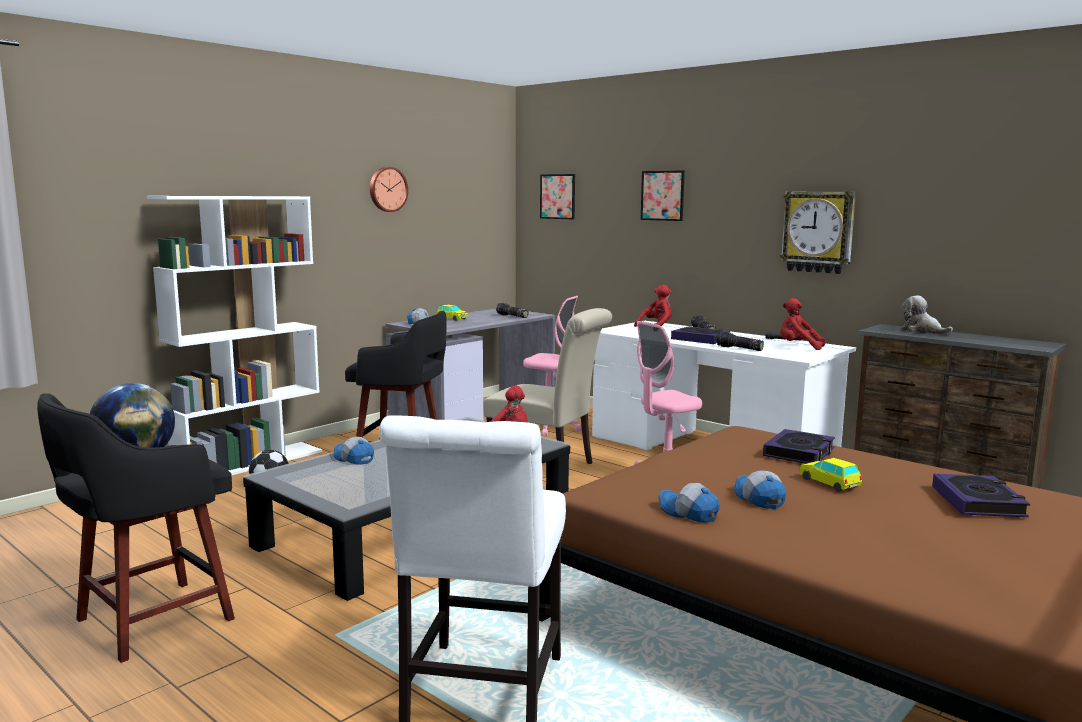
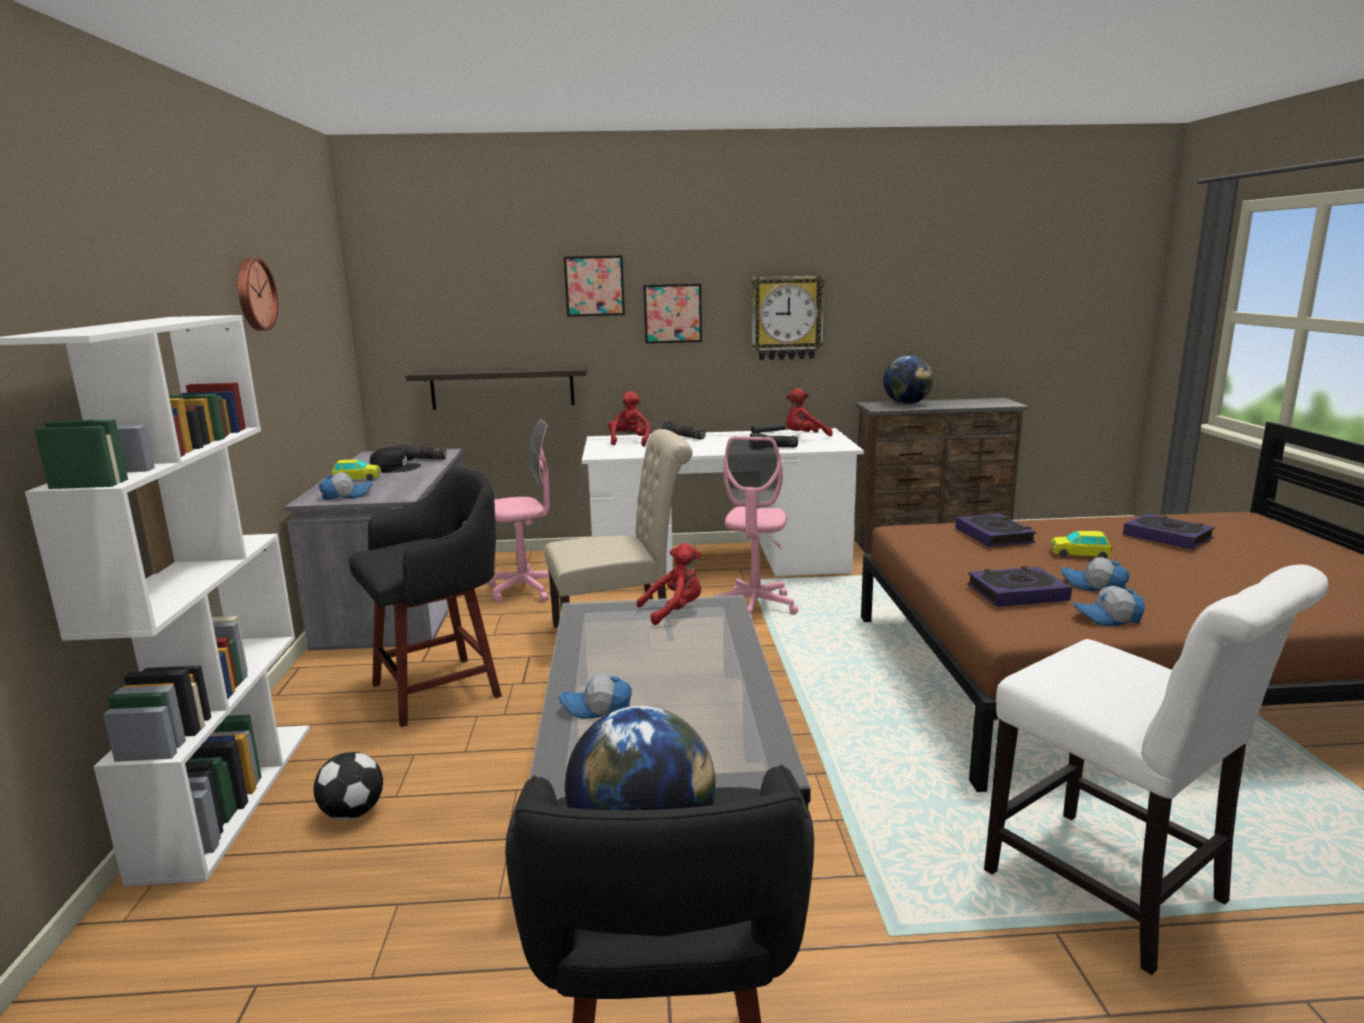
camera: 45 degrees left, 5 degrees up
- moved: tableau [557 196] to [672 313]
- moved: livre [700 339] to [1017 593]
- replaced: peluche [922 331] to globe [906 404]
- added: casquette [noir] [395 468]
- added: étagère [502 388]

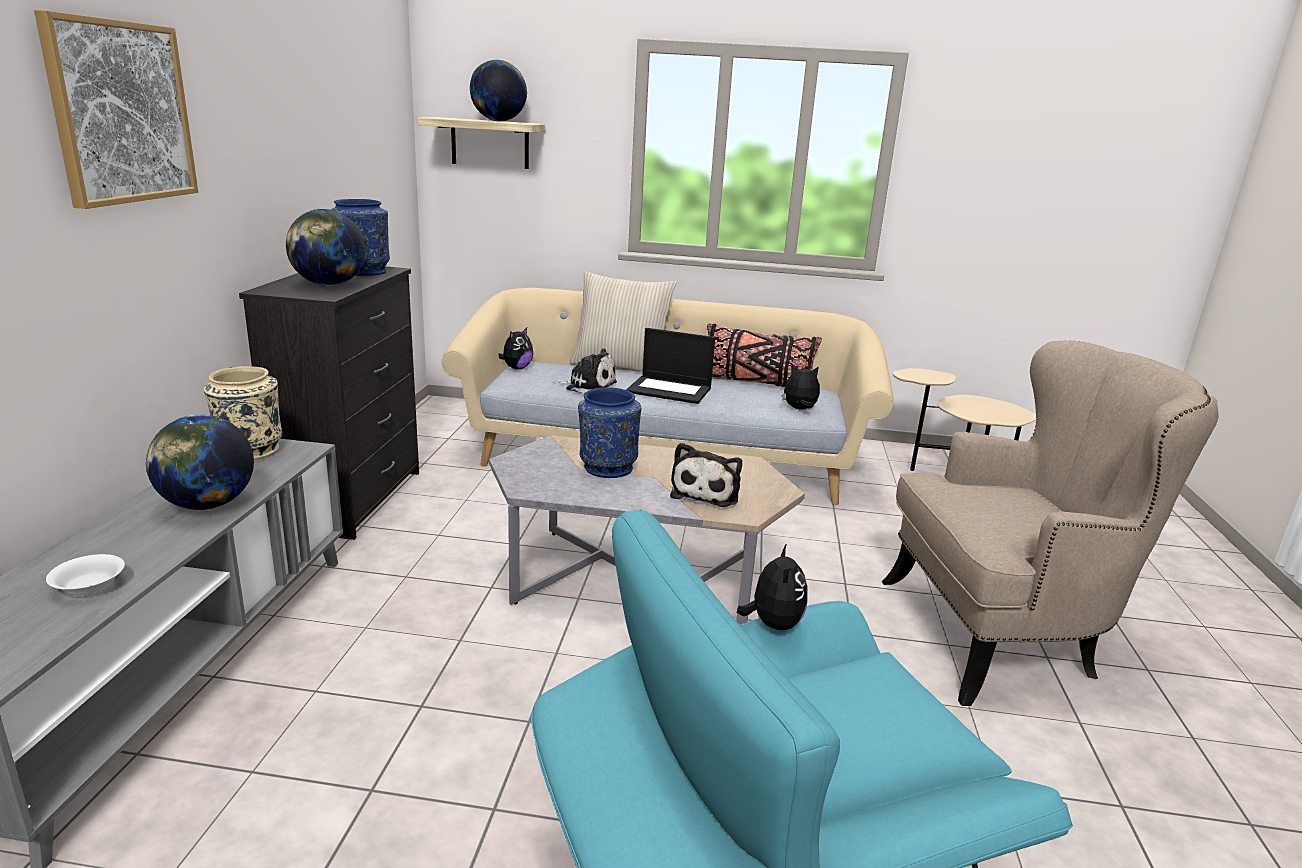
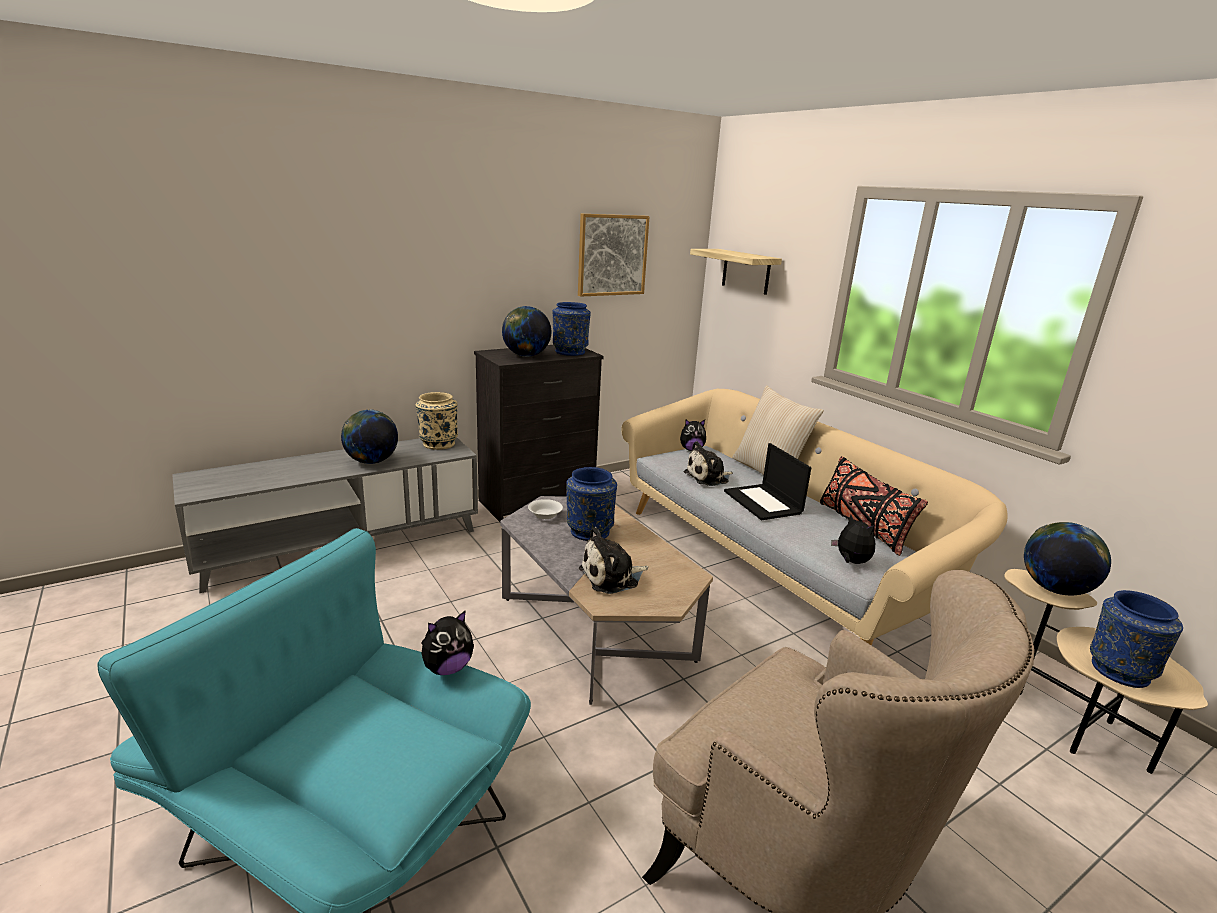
camera: 50 degrees right, 0 degrees up
- moved: tableau [121 112] to [612 255]
- moved: bol [blanc] [89 586] to [545 515]
- moved: globe [498 121] to [1055 589]
- turned: peluche [588 386] = [708 477] 90 degrees clockwise
- added: vase [bleu] [1118 670]

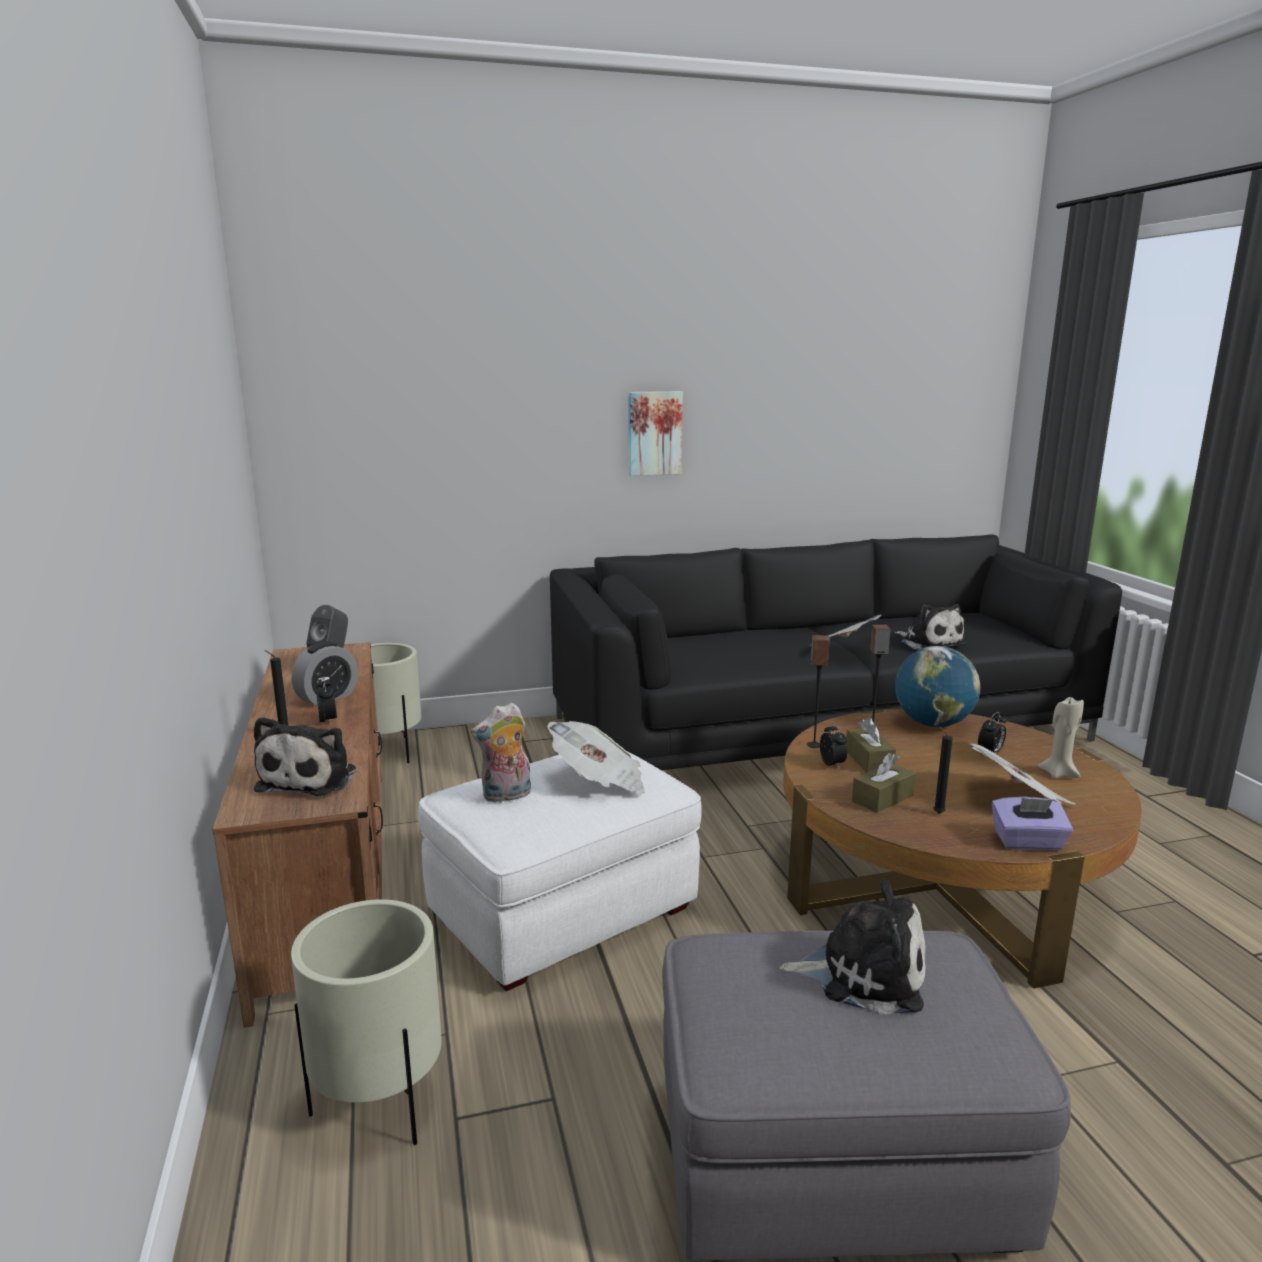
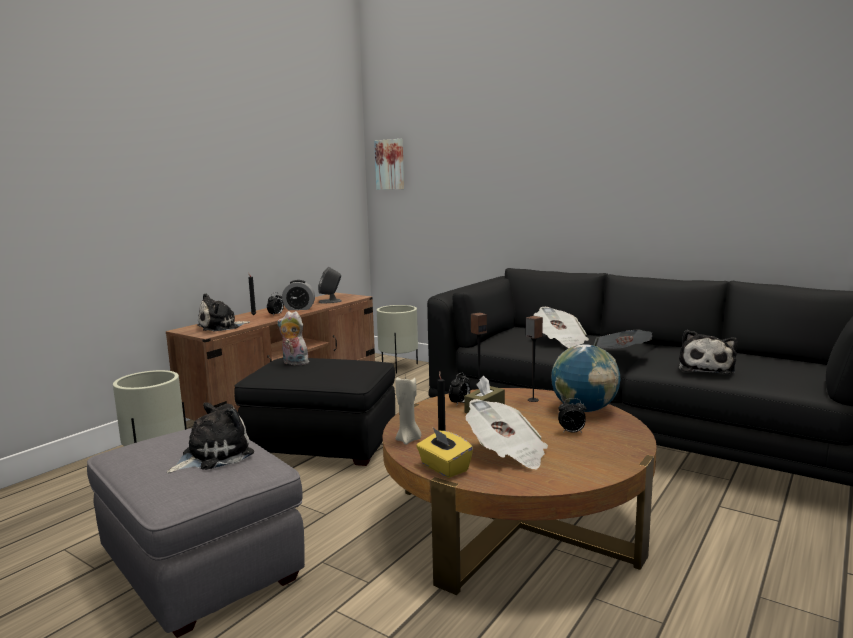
camera: 50 degrees right, 5 degrees down
- recoloured: pouf [blanc] [564 912] to pouf [noir] [323 444]
- moved: journal [599 781] to [560 341]
- moved: tableau [654 433] to [390 164]
- turned: peluche [863 973] = [213 455] 105 degrees counterclockwise
- removed: boîte à mouchoirs [marron] [882 798]
- recoloured: boîte à mouchoirs [violet] [1028 842] to boîte à mouchoirs [jaune] [444 468]
- moved: bougie [beige] [1058 774] to [408 440]

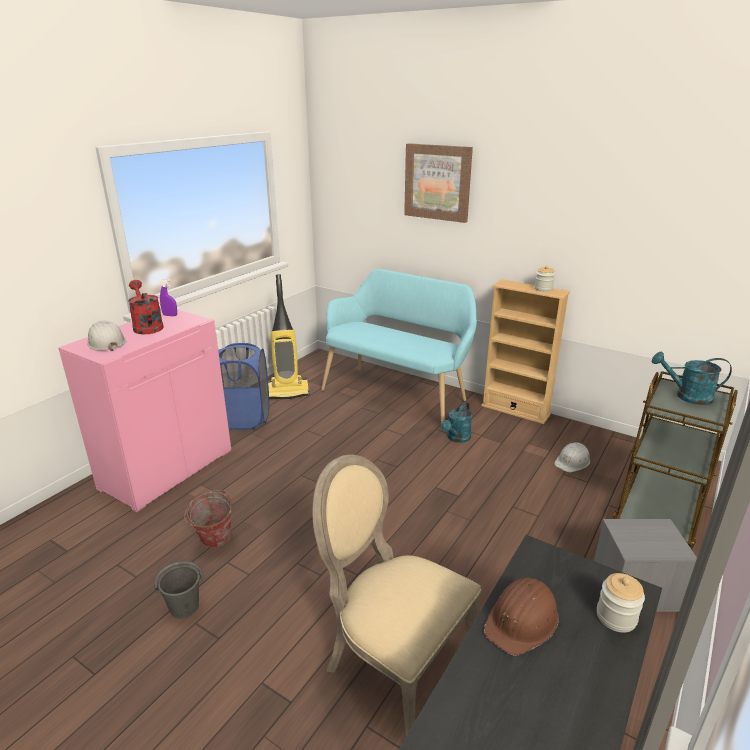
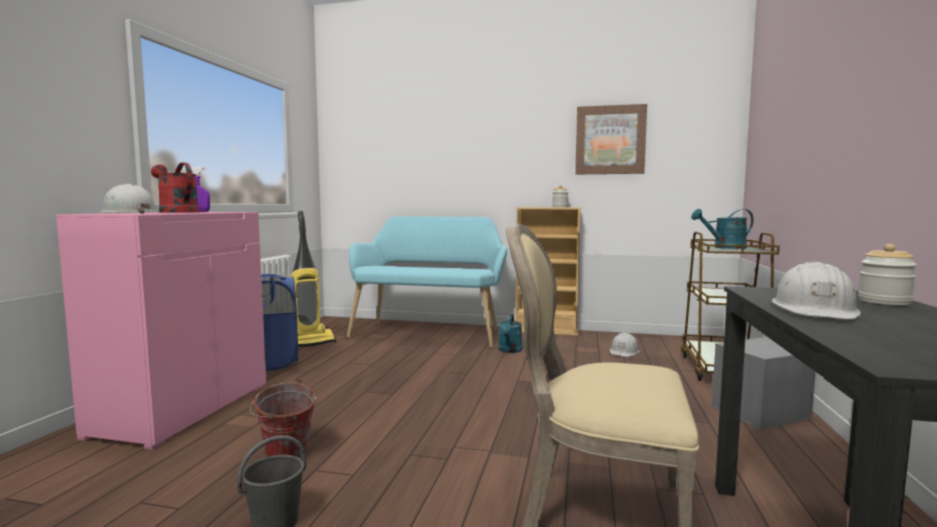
camera: 20 degrees left, 20 degrees down
- moved: tableau [437 182] to [610 140]
- recoloured: casque de chantier [marron] [522 620] to casque de chantier [blanc] [815 310]

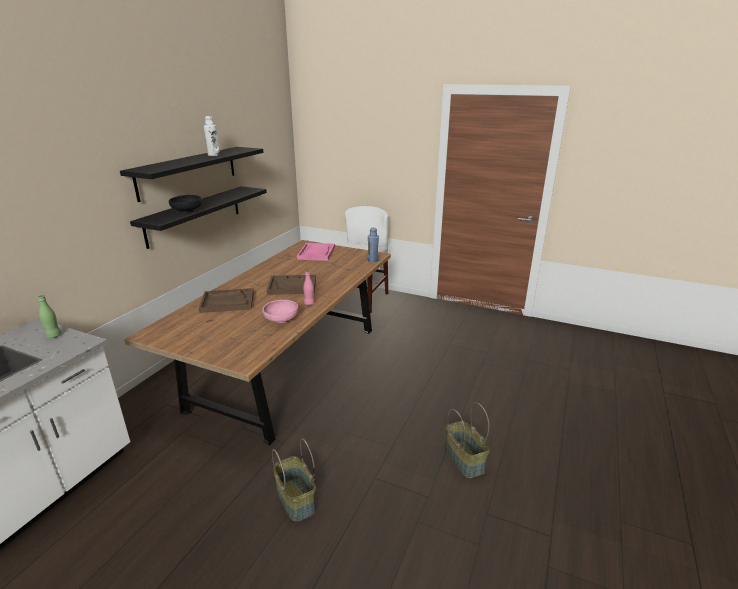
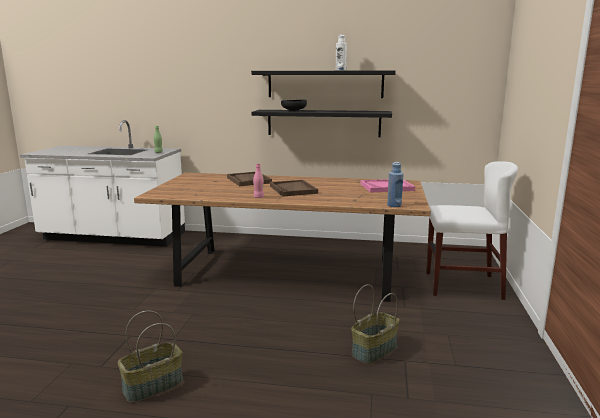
camera: 75 degrees right, 10 degrees down
- removed: bol [rose] [281 319]
- moved: panier [295 499] to [374 350]

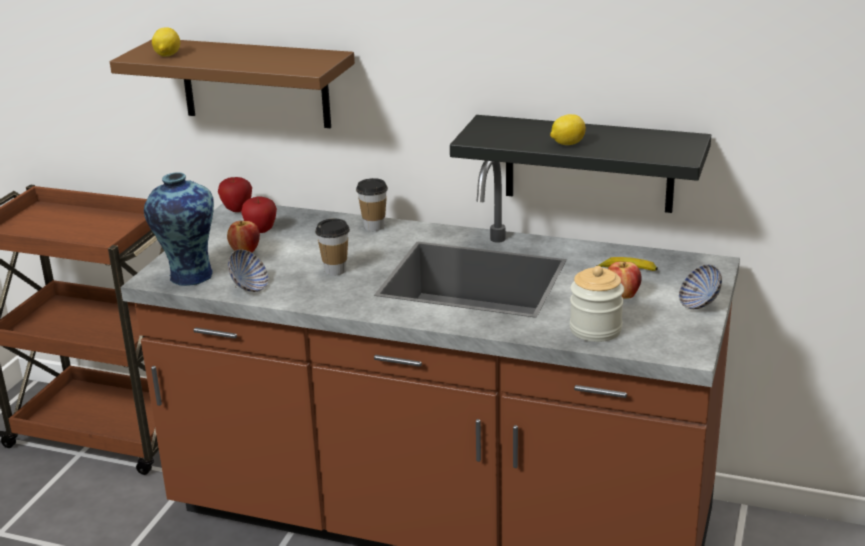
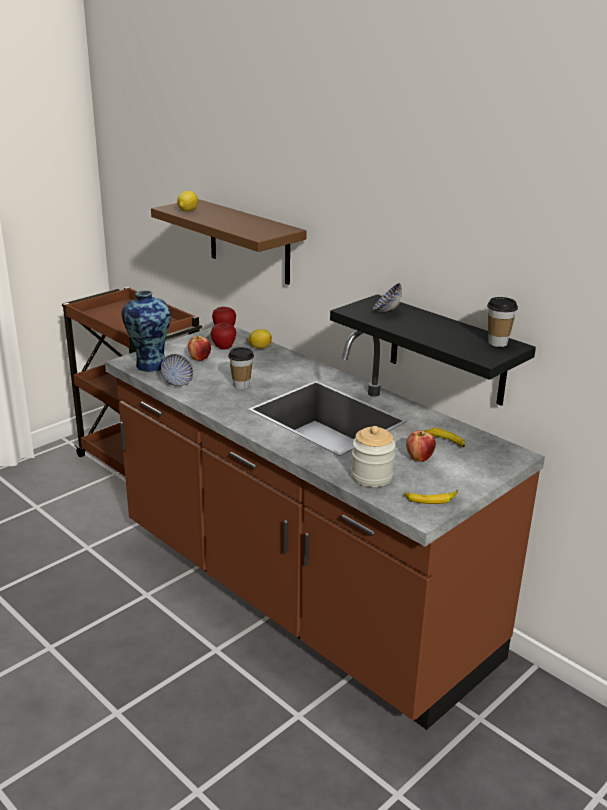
camera: 25 degrees right, 0 degrees up
- moved: tasse [374 226] to [497 343]
- moved: citron [567 144] to [259 347]
- moved: bol [699 304] to [386 311]
- added: banane [430 499]

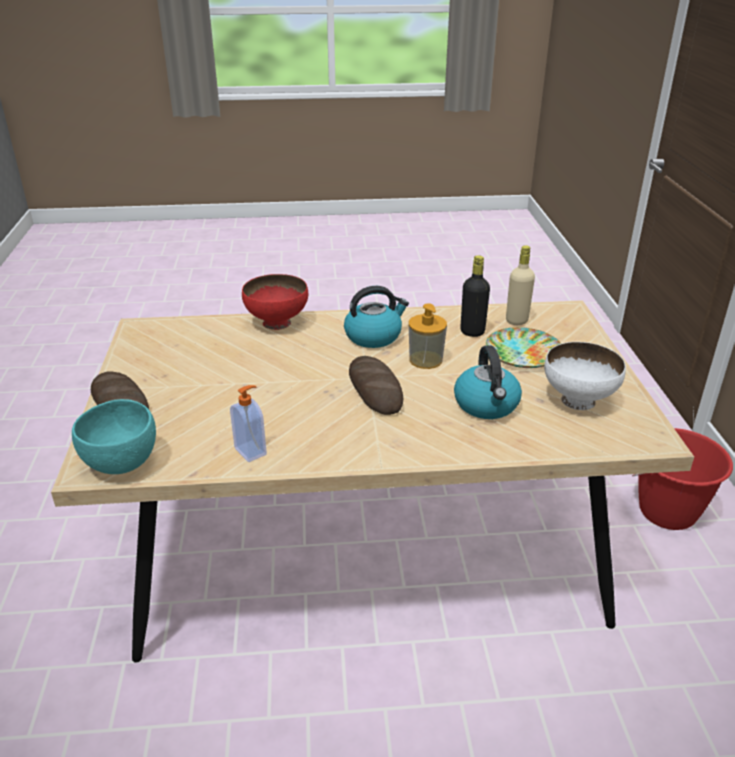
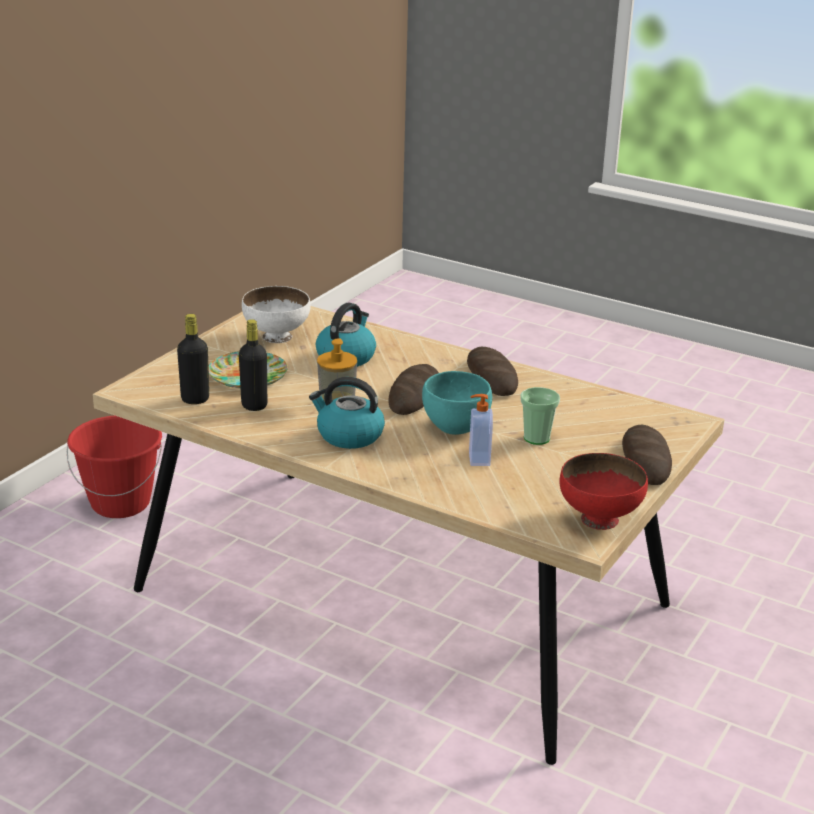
camera: 145 degrees left, 5 degrees down
- moved: bol [turquoise] [121 463] to [455 427]
- moved: distributeur de savon [251 451] to [478 459]
- moved: bol [rouge] [277 323] to [600 519]
- recoloured: bouteille [beige] [516 320] to bouteille [noir] [195 399]
- added: pain [491 377]
- added: tasse [536 438]

